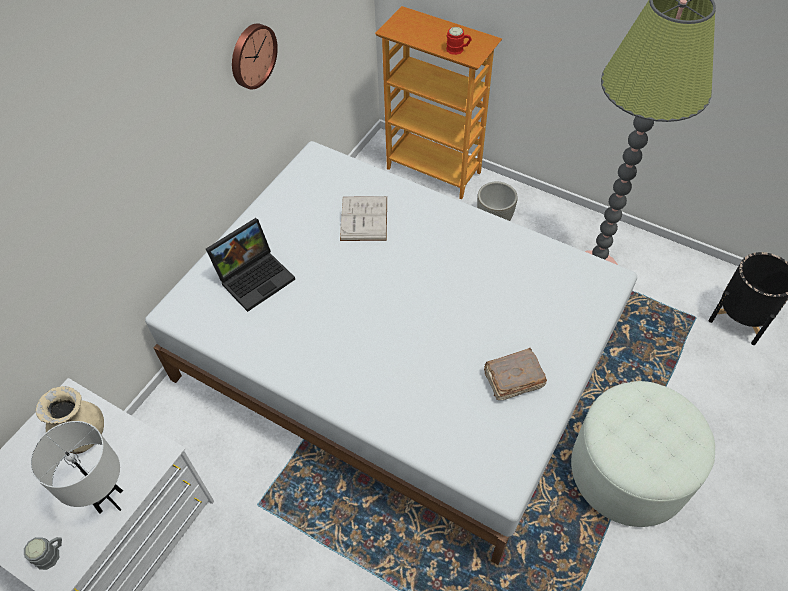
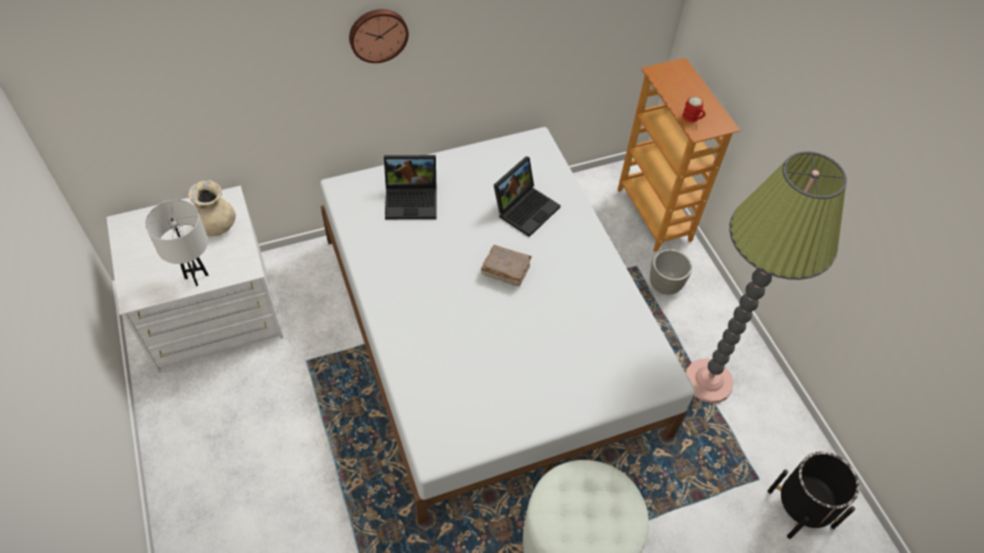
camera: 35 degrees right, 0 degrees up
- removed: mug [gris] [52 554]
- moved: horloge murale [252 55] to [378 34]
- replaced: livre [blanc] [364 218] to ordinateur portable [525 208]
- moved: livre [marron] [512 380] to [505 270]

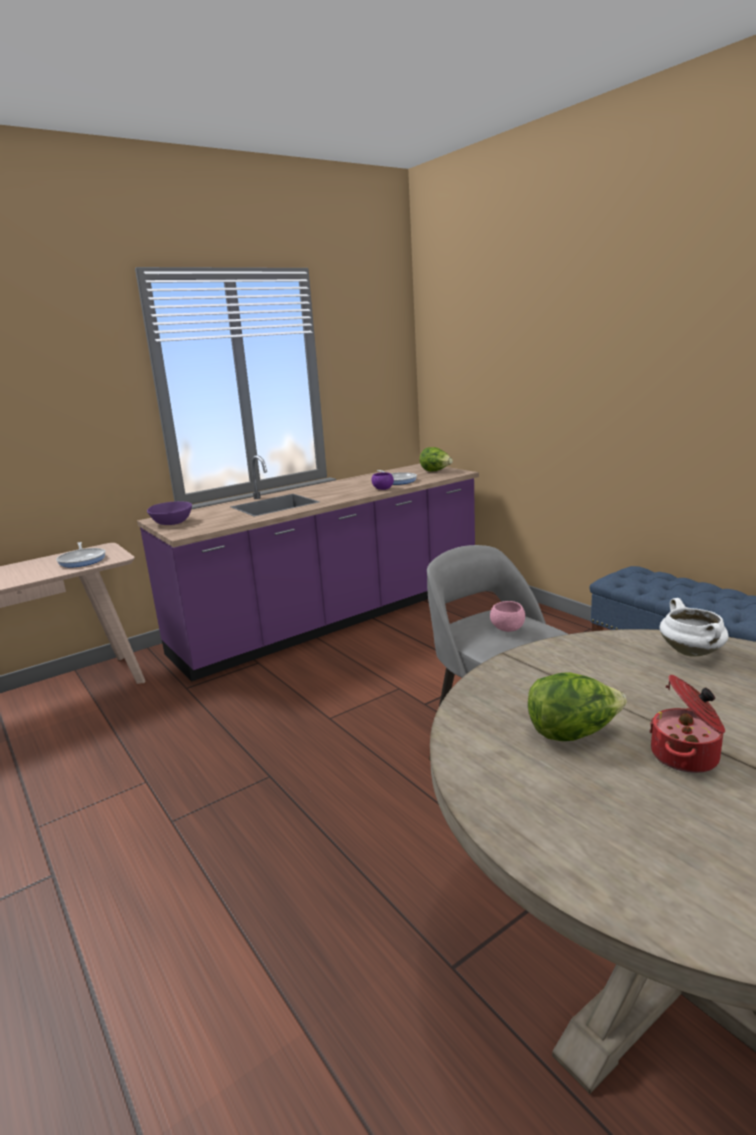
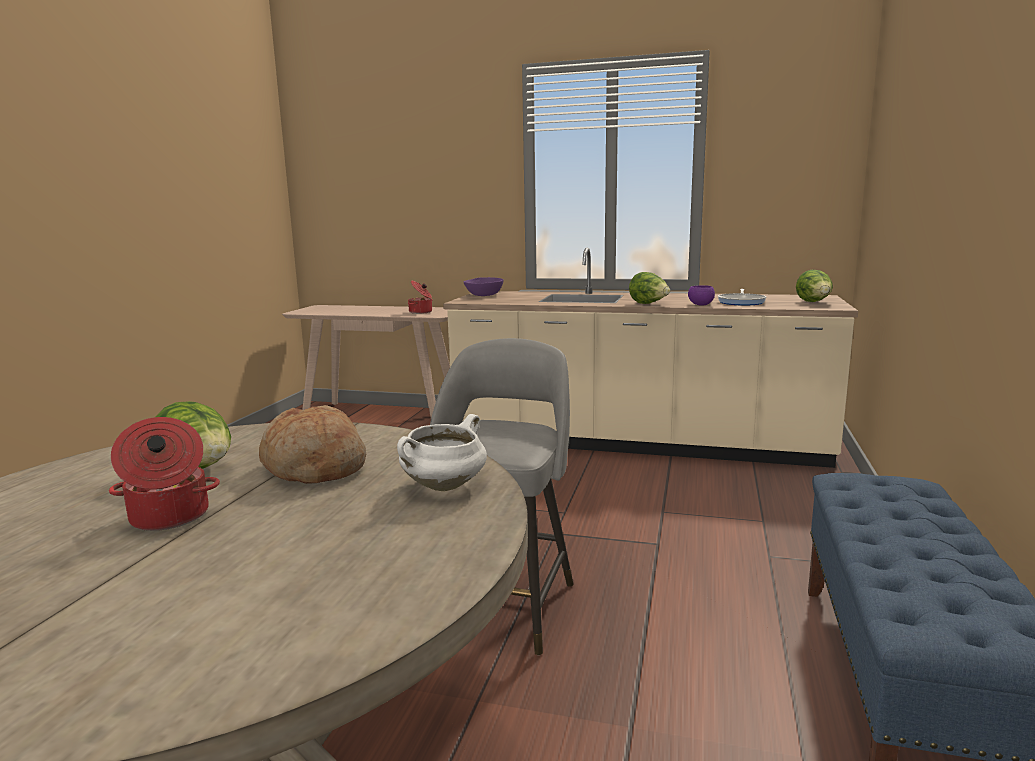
camera: 50 degrees right, 5 degrees down
- replaced: poêle [82 560] to marmite [421 312]
- recoloured: comptoir de cuisine [violet] [333 619] to comptoir de cuisine [beige] [636 443]
- removed: bol [rose] [507 629]
- added: pain [314 467]
- added: laitue [649 304]

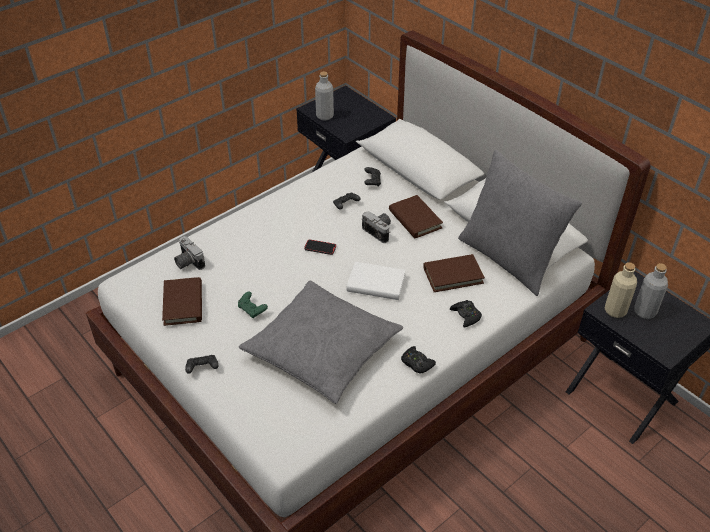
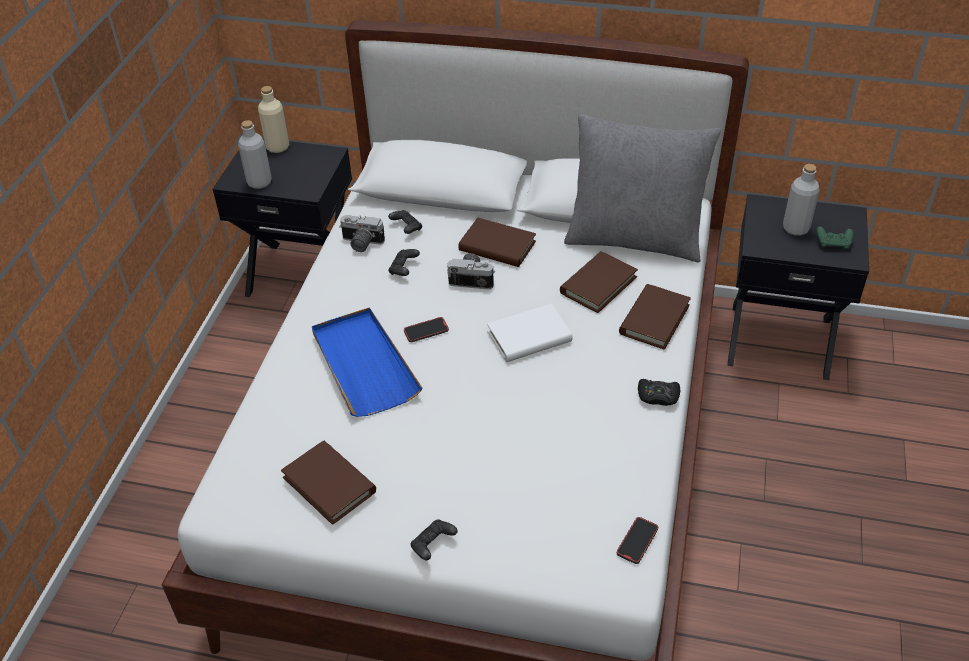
camera: 35 degrees left, 0 degrees up
- moved: appareil photo [187 262] to [361 244]
- moved: manette [vert] [252 310] to [833 244]
- removed: coussin [gris] [322 349]
- replaced: manette [noir] [466 316] to livre [marron] [654 319]
- moved: bouteille [beige] [615 310] to [277 147]
- added: plateau [bleu] [363 364]
- added: téléphone [637 541]

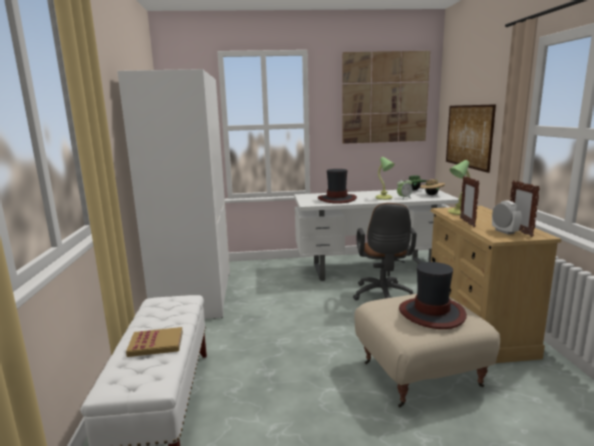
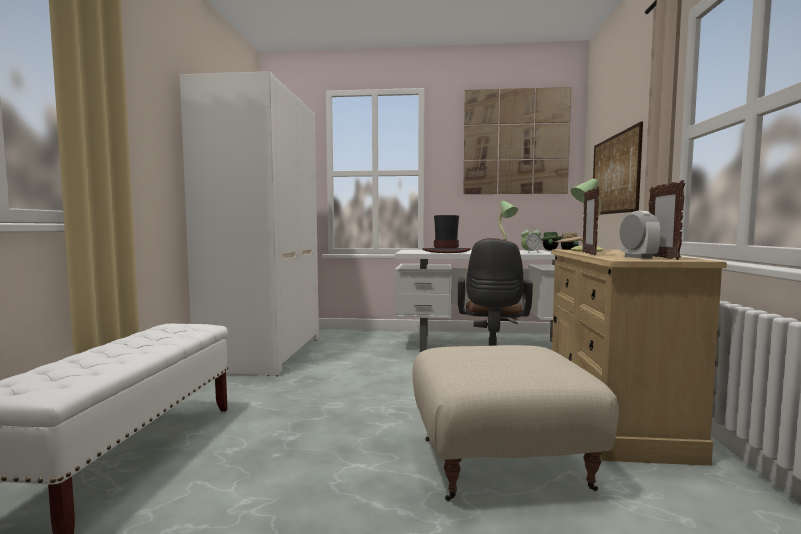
camera: 10 degrees right, 10 degrees down
- removed: livre [156 344]
- removed: chapeau [432 313]

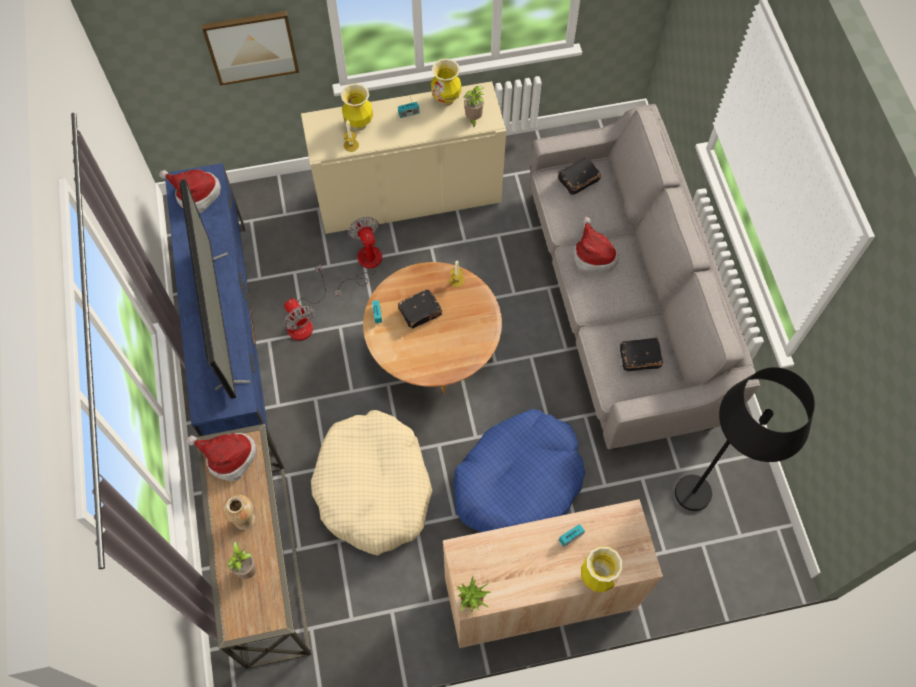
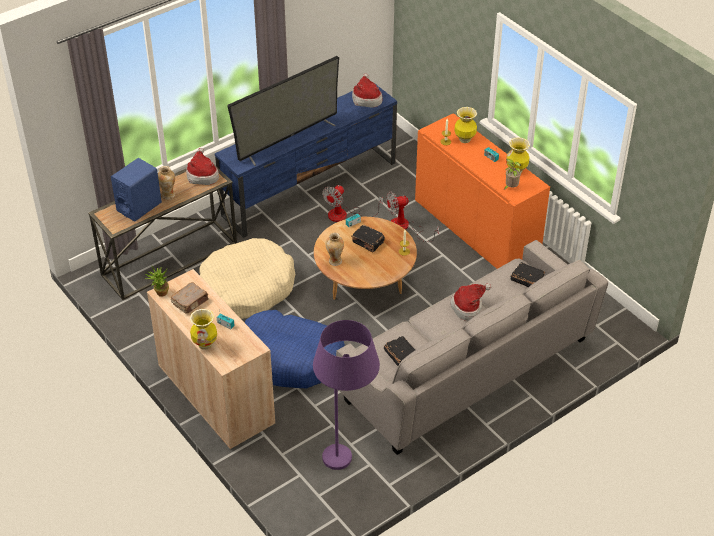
camera: 65 degrees right, 20 degrees down
- removed: tableau [251 47]
- replaced: plante en pot [247 569] to enceinte [bleu] [139 206]
- recoloured: meuble de rangement [beige] [408 196] to meuble de rangement [orange] [476 229]
- turned: ventilateur [364 265] = [405 227] 150 degrees counterclockwise
- recoloured: lampadaire [noir] [712 489] to lampadaire [violet] [347 468]
- added: livre [marron] [190 302]
- added: vase [335 261]

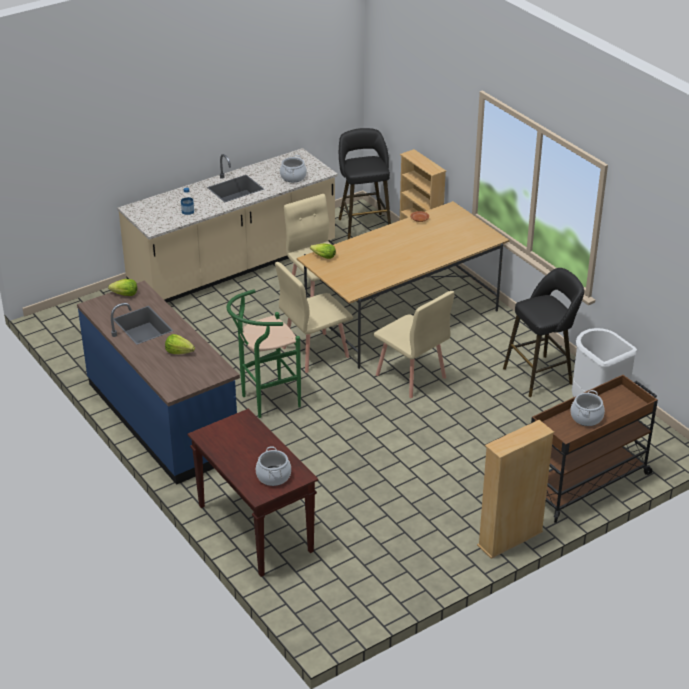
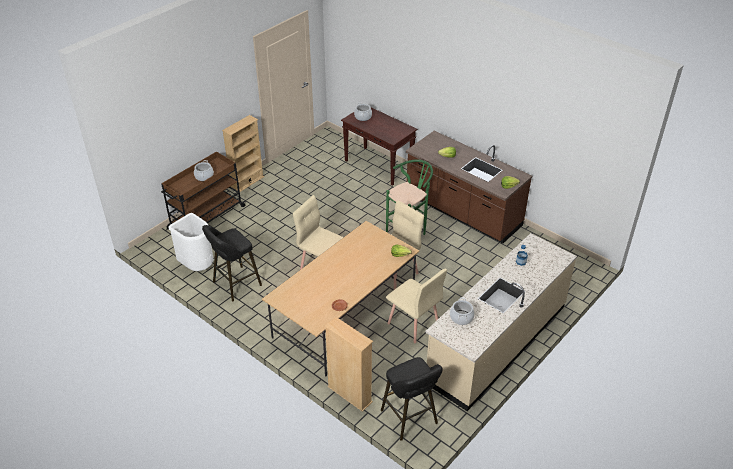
camera: 165 degrees right, 5 degrees up
- recoloured: comptoir de cuisine [bleu] [163 419] to comptoir de cuisine [marron] [462 212]

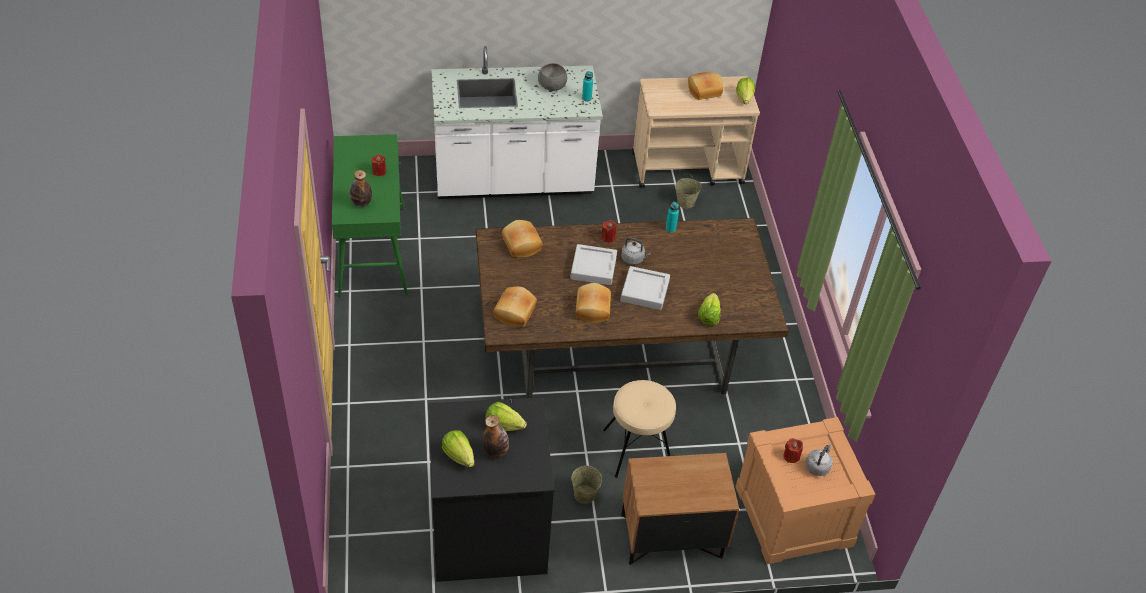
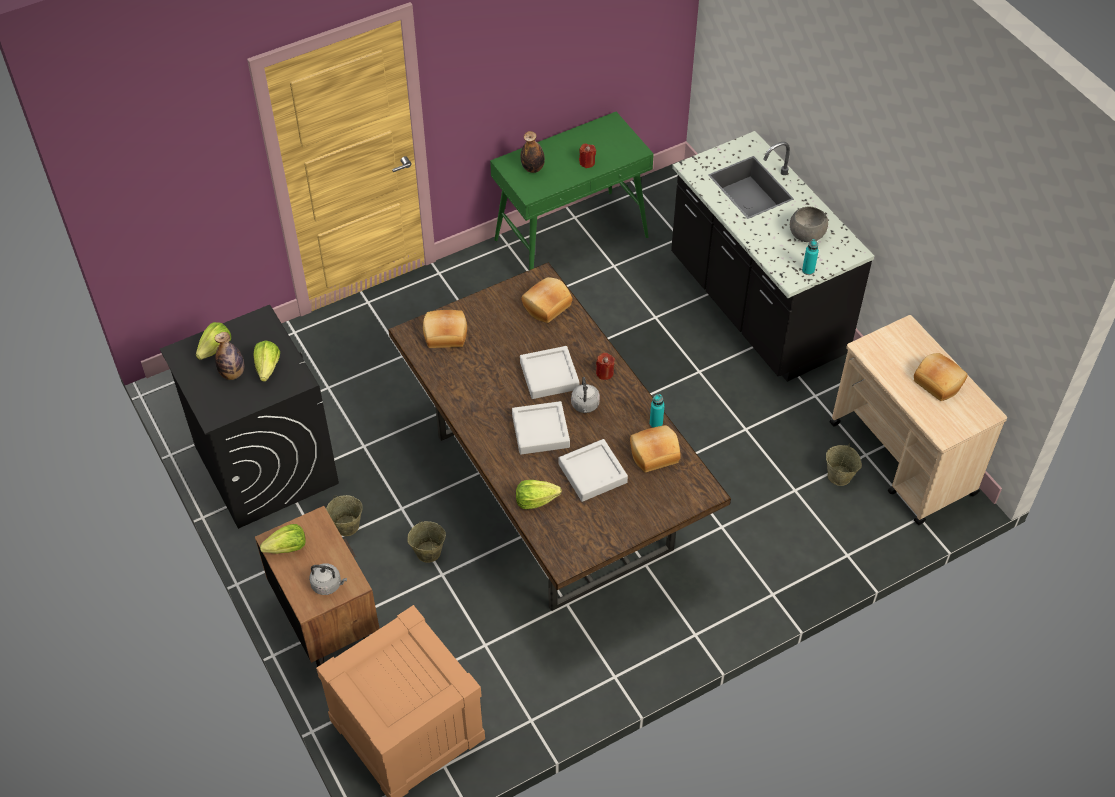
camera: 70 degrees right, 5 degrees up
- recoloured: comptoir de cuisine [blanc] [513 181] to comptoir de cuisine [noir] [755 307]
- moved: pain [591 309] to [654 453]
- replaced: tabouret [beige] [637 449] to seau [beige] [428 552]
- moved: laitue [744 98] to [287 548]
- removed: bougie [rouge] [791 456]
- moved: bouilloire [gris] [818 466] to [328 585]
- added: plateau [gris] [592 473]

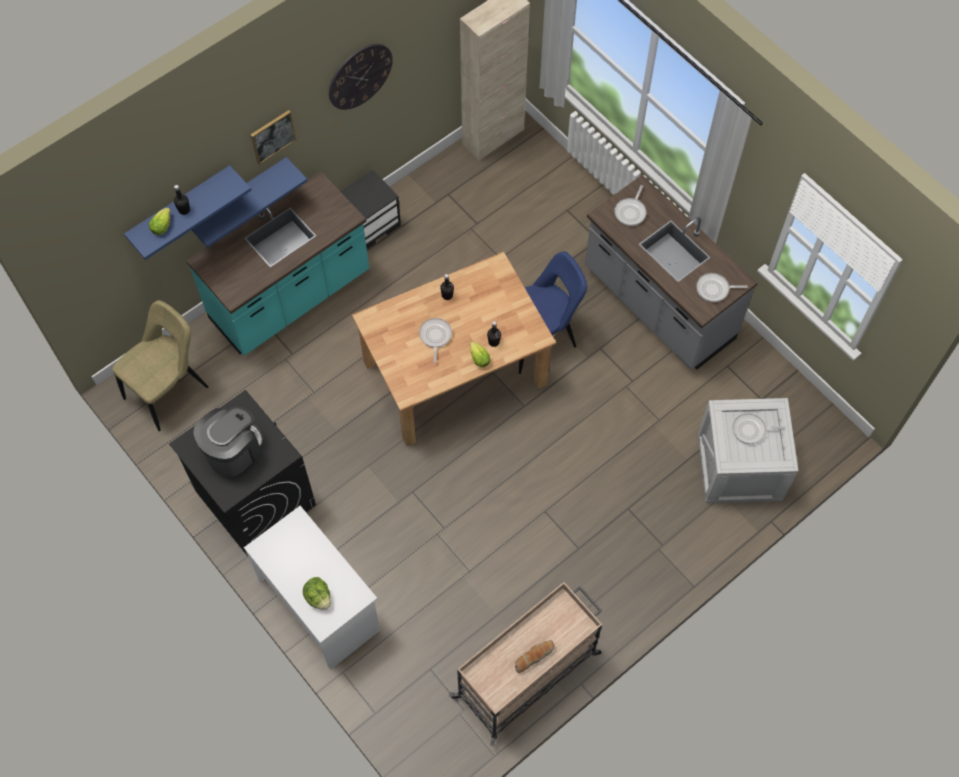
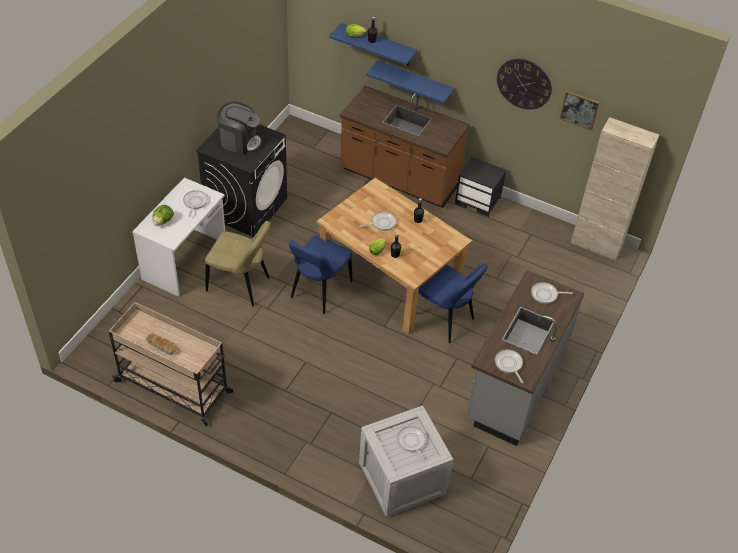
camera: 65 degrees right, 15 degrees down
- moved: chaise [beige] [169 390] to [241 285]
- recoloured: comptoir de cuisine [turquoise] [291 297] to comptoir de cuisine [marron] [399 179]
- moved: tableau [272 136] to [579 109]
- added: poêle [195 202]
- added: chaise [bleu] [319 291]

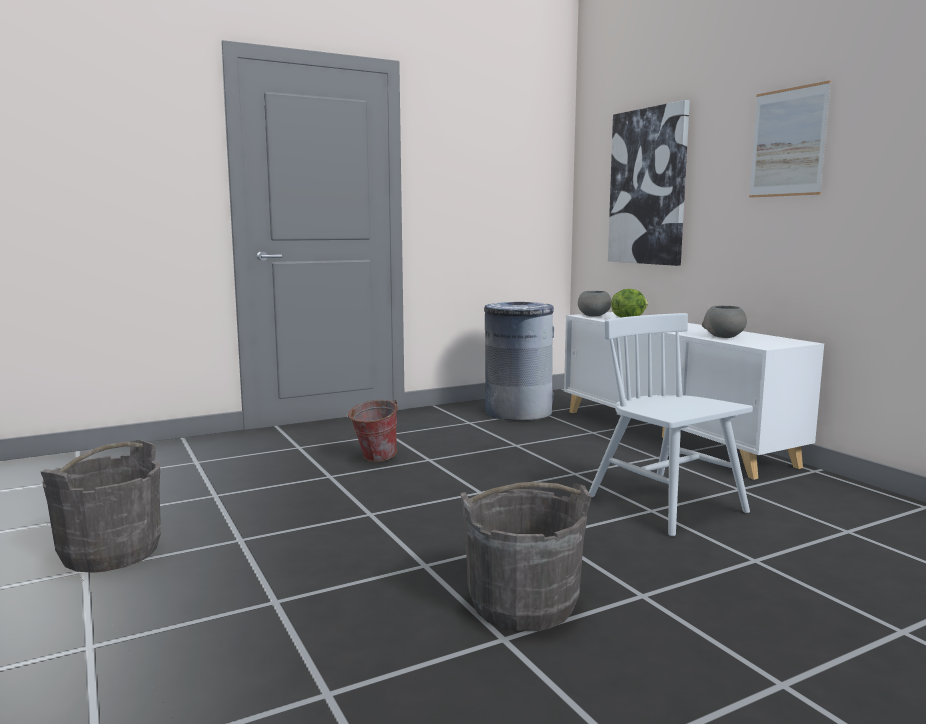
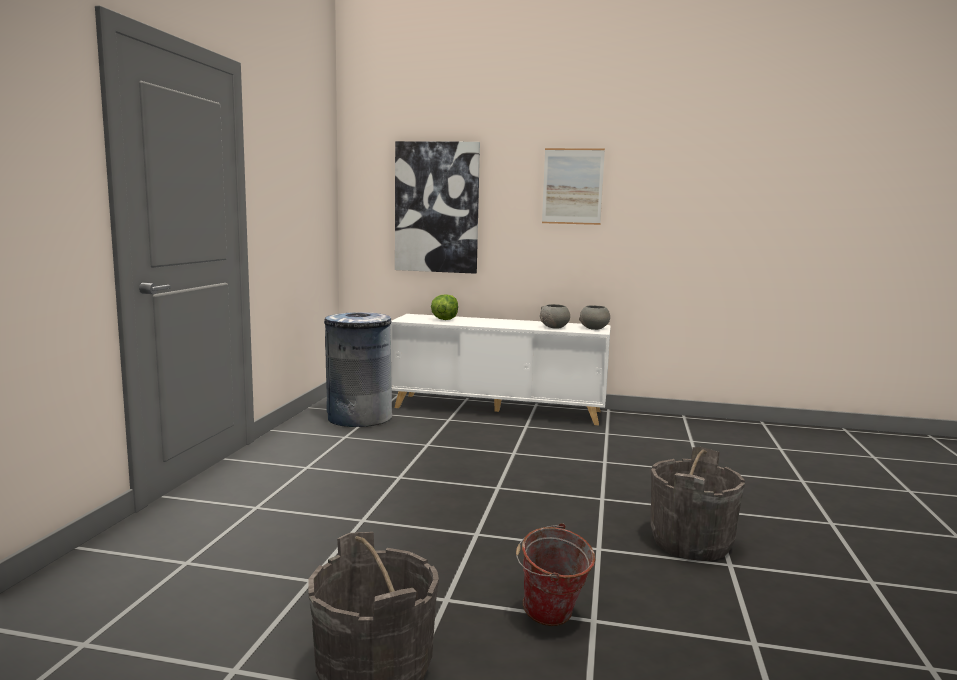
camera: 50 degrees left, 0 degrees up
- moved: seau [373 459] to [551 619]
- moved: bol [gris] [593 315] to [594 328]
- removed: chaise [blanc] [666 504]

